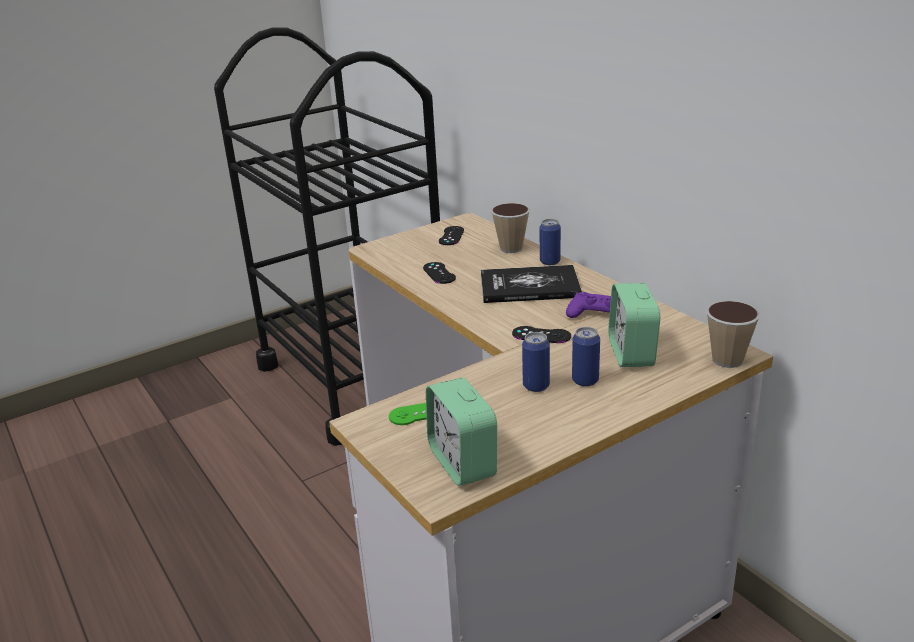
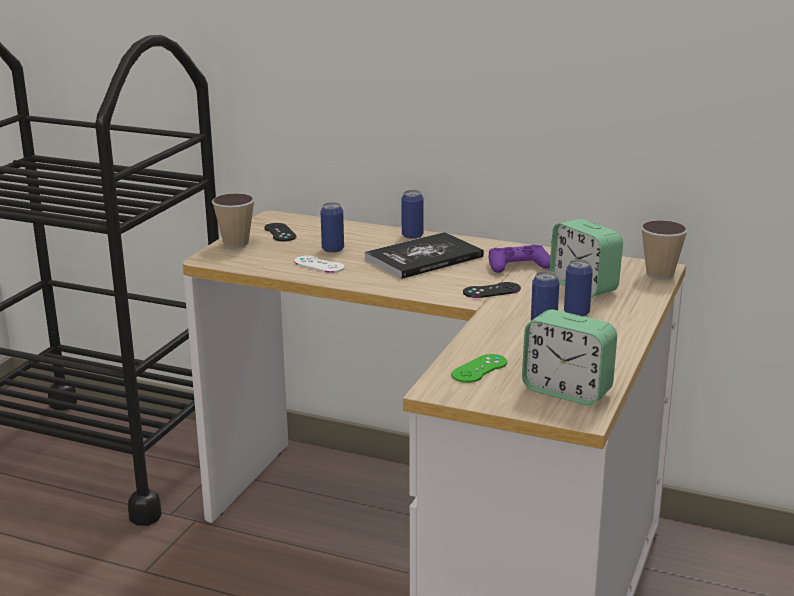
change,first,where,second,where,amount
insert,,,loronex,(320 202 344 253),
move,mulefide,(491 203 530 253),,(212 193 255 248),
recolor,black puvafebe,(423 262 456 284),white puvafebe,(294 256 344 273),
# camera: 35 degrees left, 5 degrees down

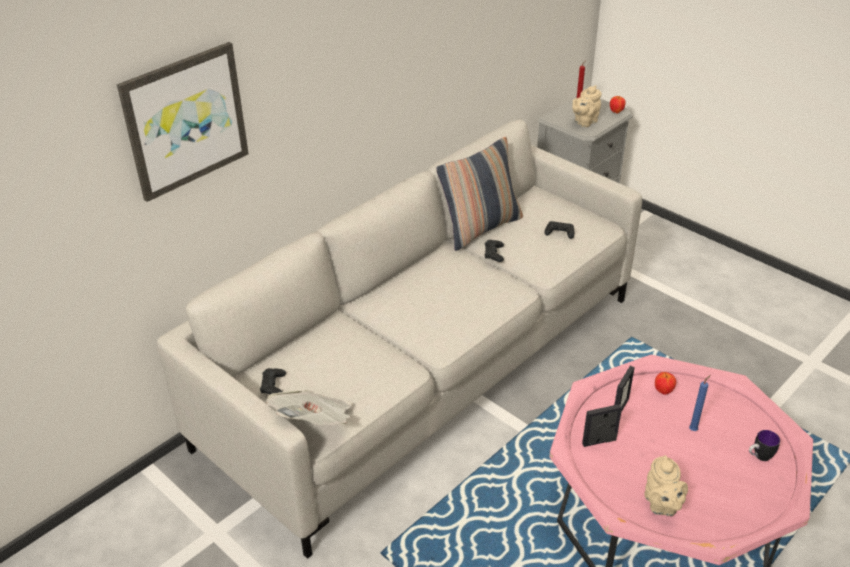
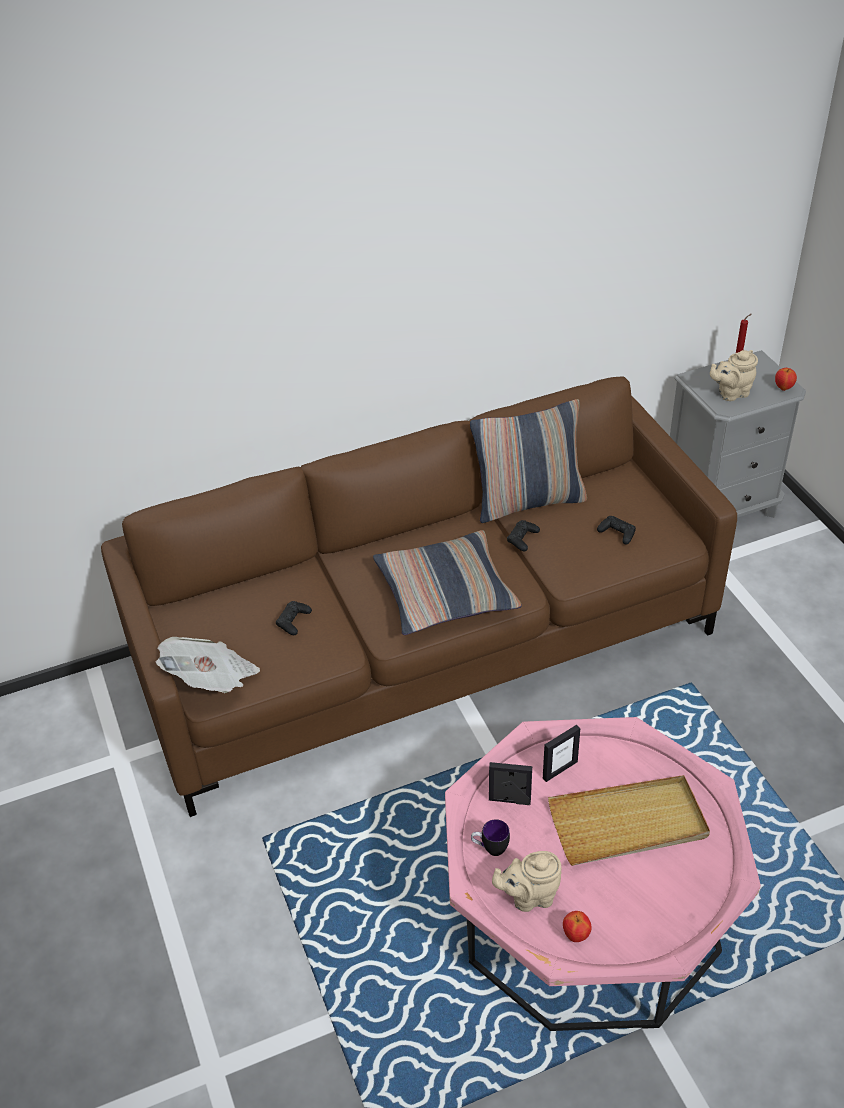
change,first,where,second,where,amount
delete,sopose,(117 42 249 202),,,
insert,,,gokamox,(373 530 522 635),
move,black puvafebe,(260 368 286 394),,(276 601 312 635),
move,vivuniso,(655 372 676 395),,(563 911 592 942),
move,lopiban,(749 430 780 461),,(471 819 510 856),
replace,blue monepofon,(689 375 711 431),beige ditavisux,(548 775 710 866),
recolor,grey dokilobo,(157 119 642 559),brown dokilobo,(101 377 737 817),
rotate,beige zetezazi,(644 455 688 516),,(492 851 562 912),60 degrees clockwise
# camera: 25 degrees right, 5 degrees up

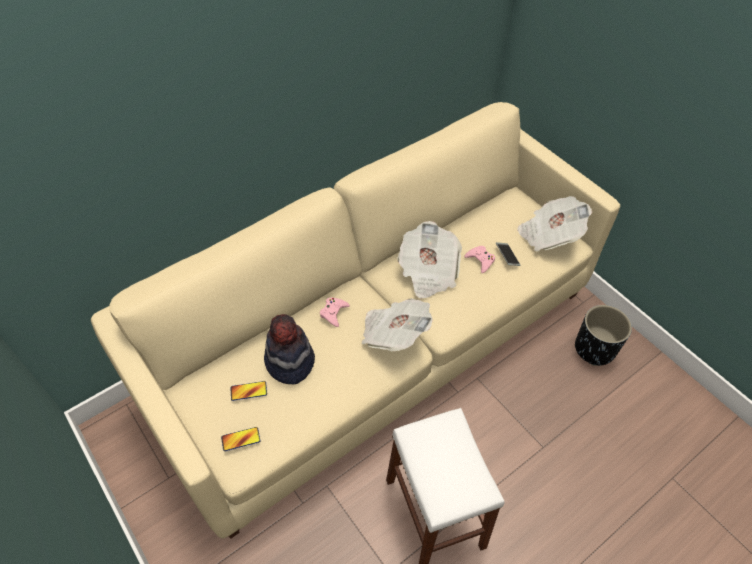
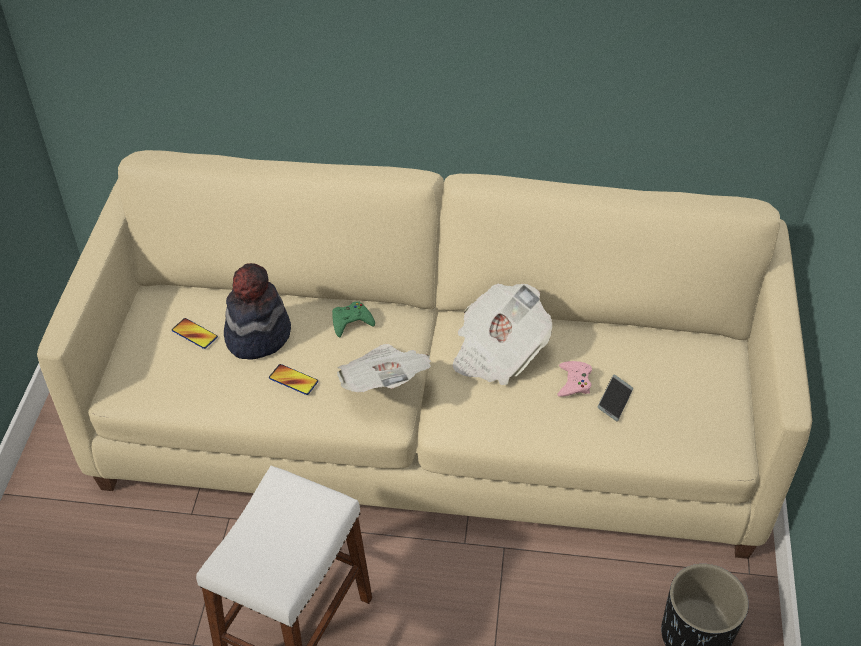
change,first,where,second,where,amount
delete,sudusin,(517 196 592 252),,,
move,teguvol,(221 427 260 451),,(269 364 318 395),
recolor,pink puvafebe,(320 298 350 327),green puvafebe,(332 301 375 337),
# camera: 45 degrees right, 5 degrees down

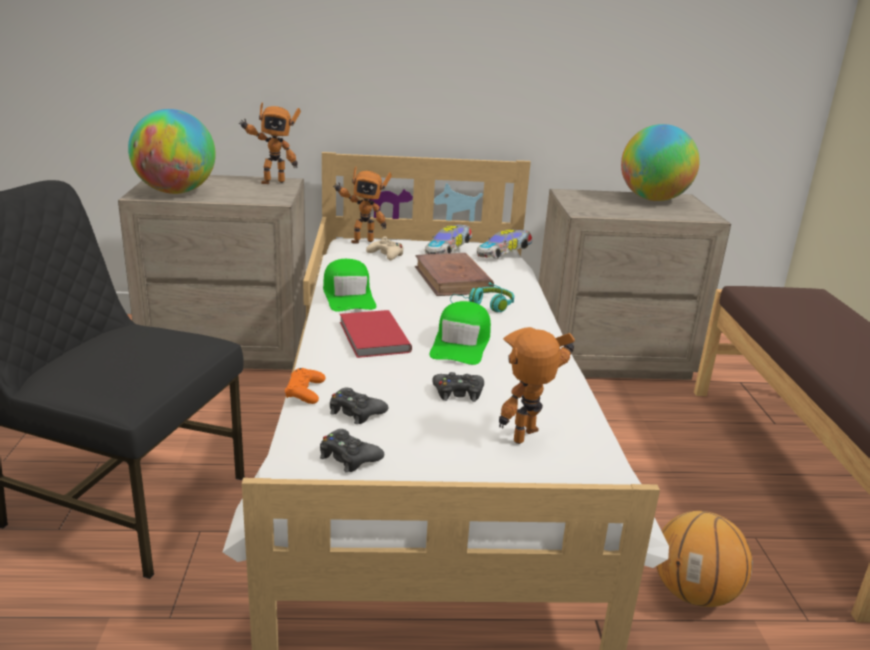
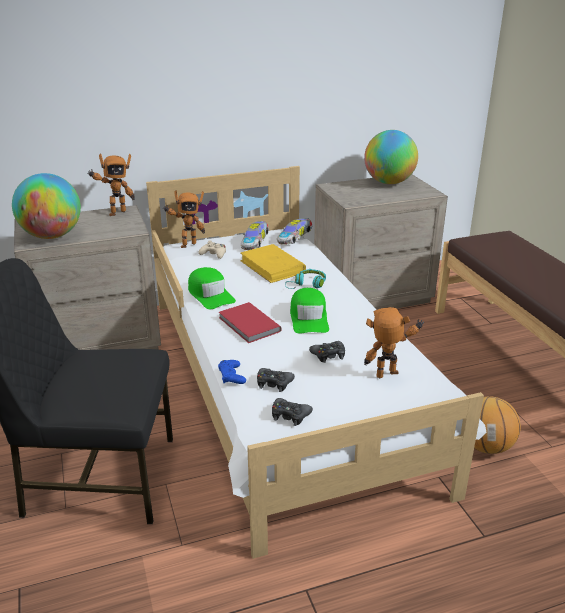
change,first,where,second,where,amount
recolor,orange puvafebe,(285 368 325 404),blue puvafebe,(218 360 246 384),
recolor,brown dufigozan,(415 253 494 296),yellow dufigozan,(240 244 306 283),
rotate,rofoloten,(499 327 575 444),,(364 307 424 378),45 degrees clockwise
# camera: 15 degrees left, 5 degrees up

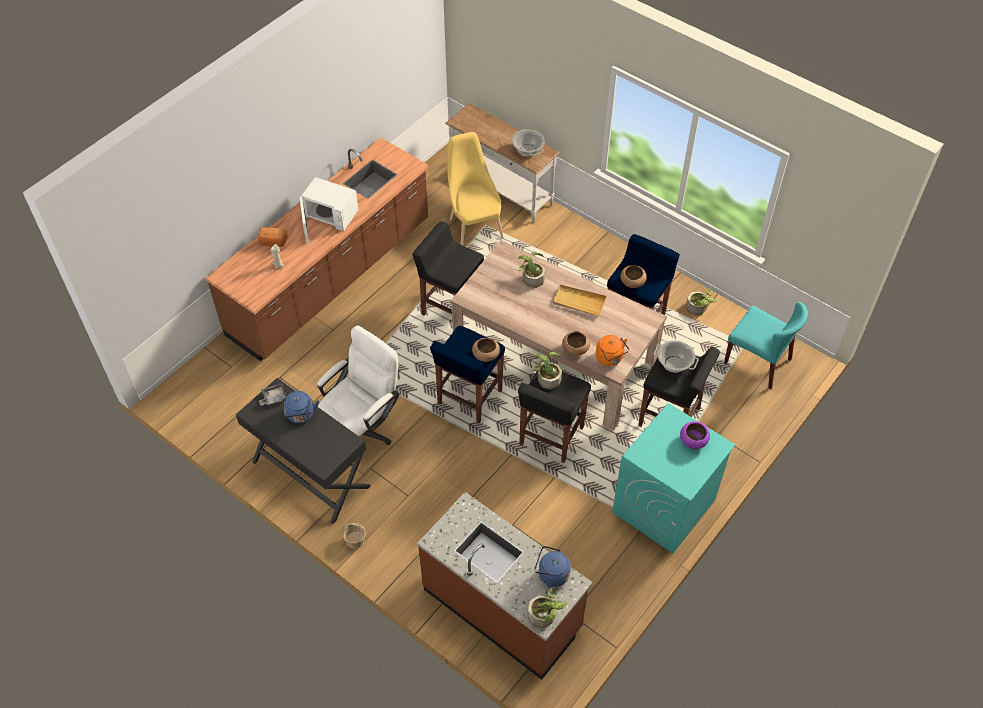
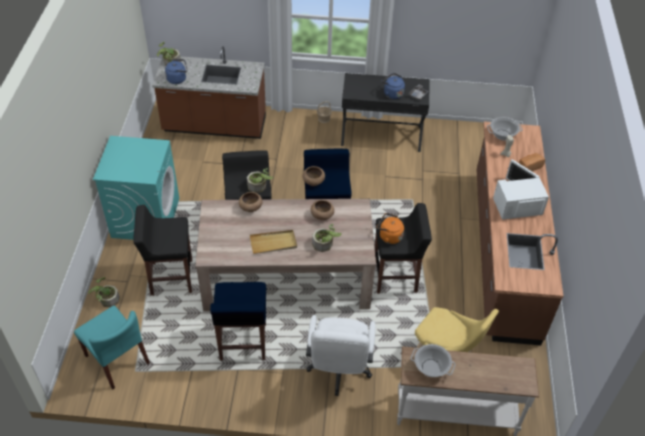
change,first,where,second,where,amount
delete,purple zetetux,(680 421 710 449),,,
move,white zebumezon,(318 326 399 445),,(306 315 376 396),
move,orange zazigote,(596 335 629 366),,(377 213 404 244),
move,brown zetetux,(620 265 647 288),,(311 200 334 220),
move,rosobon,(654 341 699 372),,(487 117 523 141),
move,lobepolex,(686 289 718 315),,(88 277 120 307),
rotate,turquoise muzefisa,(724 302 808 389),,(74 306 150 389),135 degrees counterclockwise
# camera: 145 degrees right, 5 degrees down

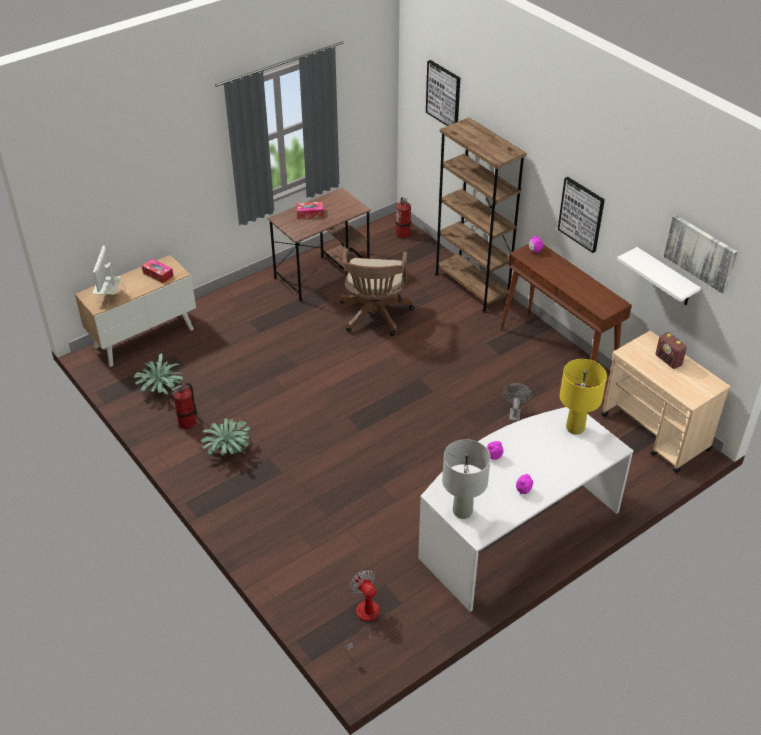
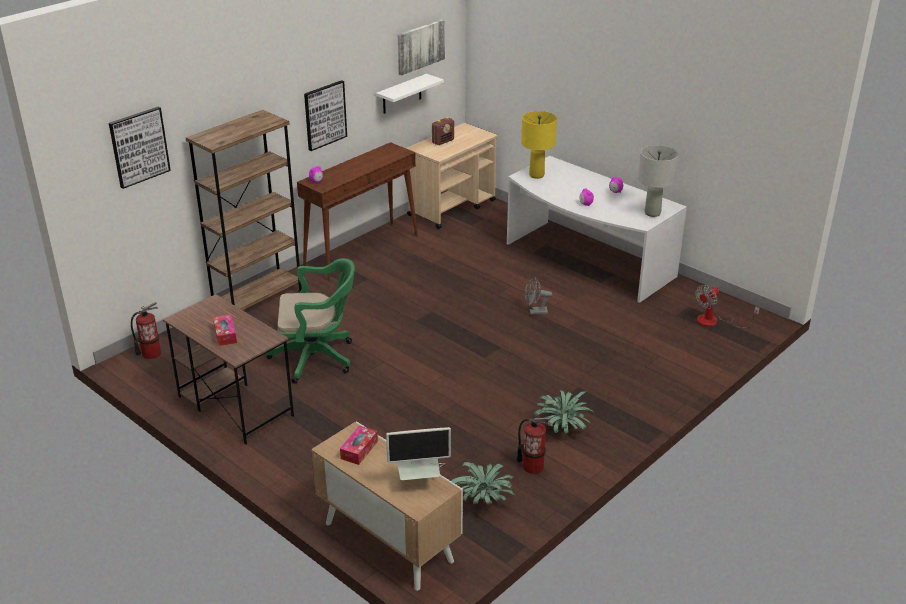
change,first,where,second,where,amount
move,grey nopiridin,(502 383 533 422),,(525 277 553 315),
recolor,brown zebumezon,(339 249 414 336),green zebumezon,(266 258 355 384),
# camera: 100 degrees left, 10 degrees down

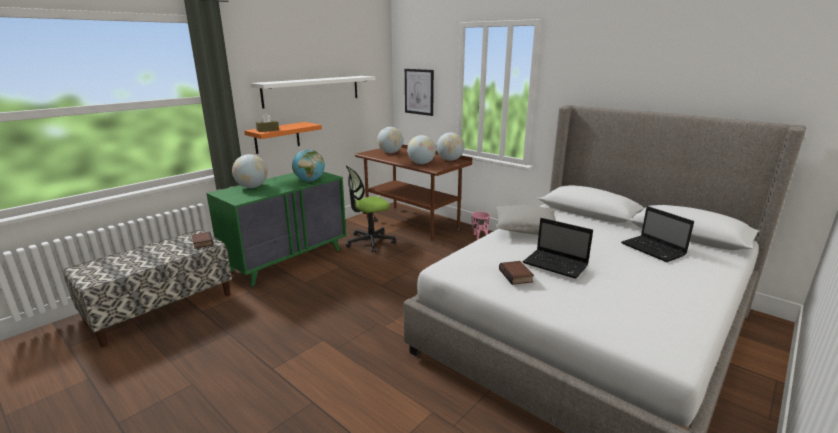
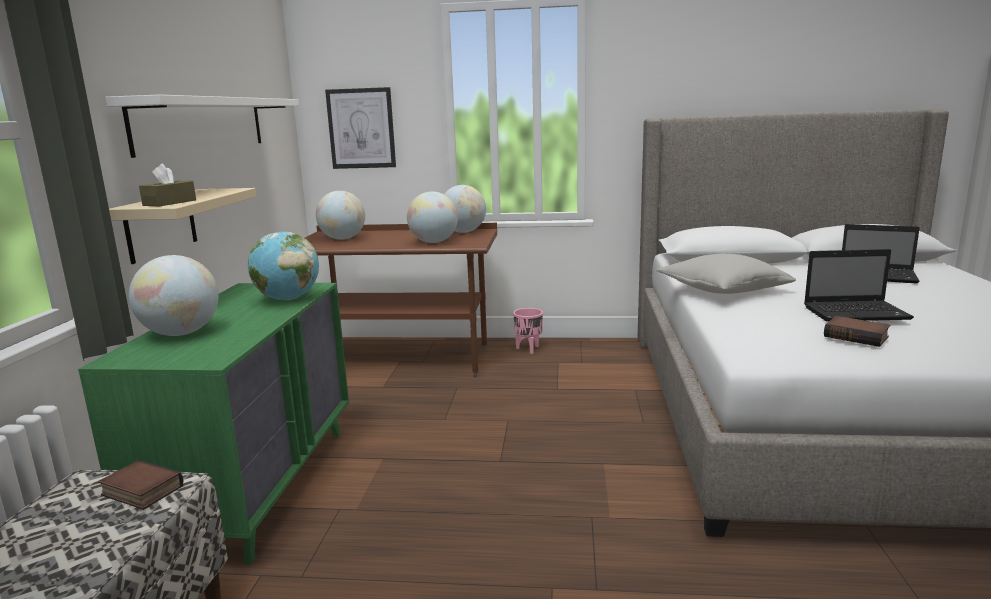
change,first,where,second,where,amount
delete,zebumezon,(346 165 396 253),,,
recolor,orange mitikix,(244 122 322 154),beige mitikix,(109 188 256 264),
# camera: 35 degrees left, 5 degrees down

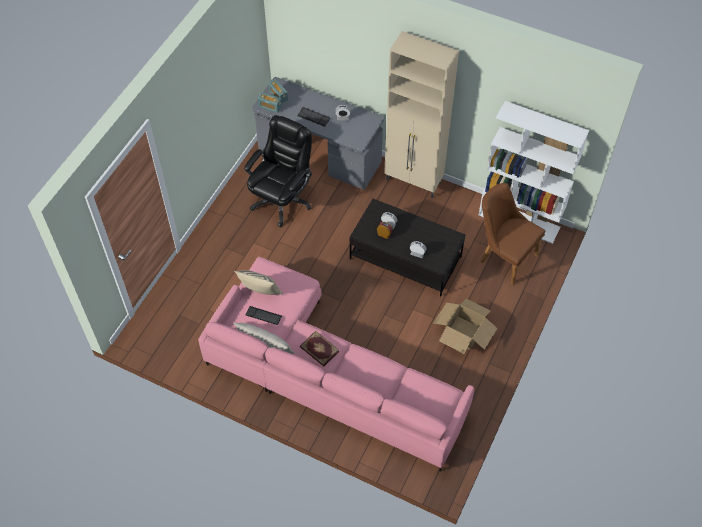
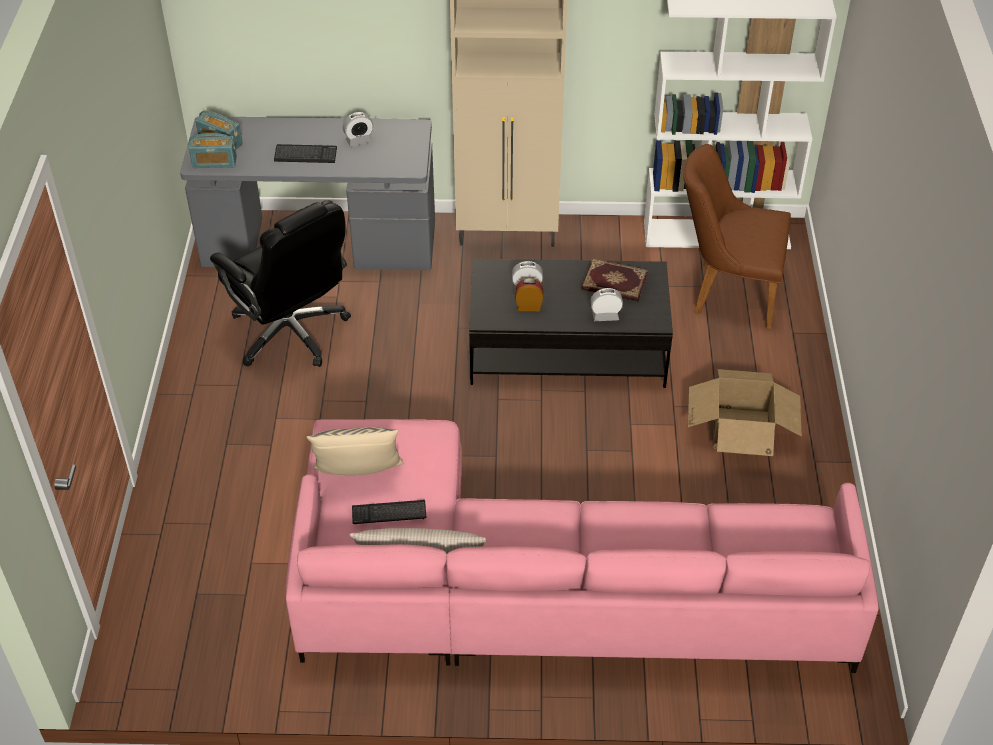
change,first,where,second,where,amount
move,dufigozan,(300 331 339 366),,(582 258 648 301),
rotate,black zebumezon,(244 115 312 227),,(210 200 351 367),135 degrees clockwise
# camera: 25 degrees left, 10 degrees down

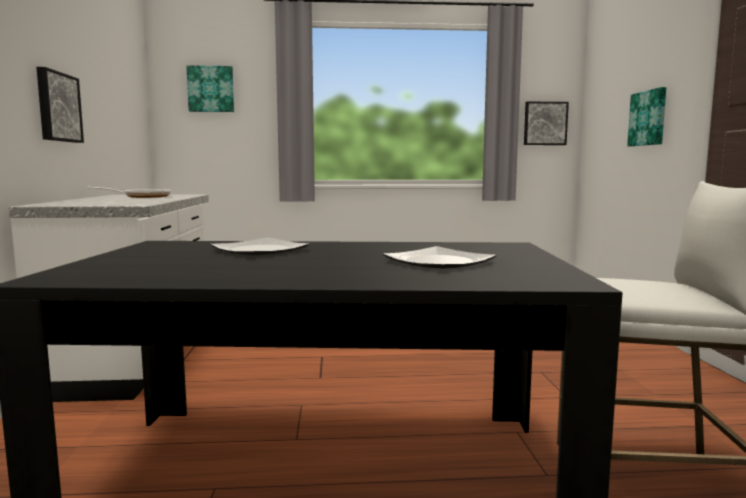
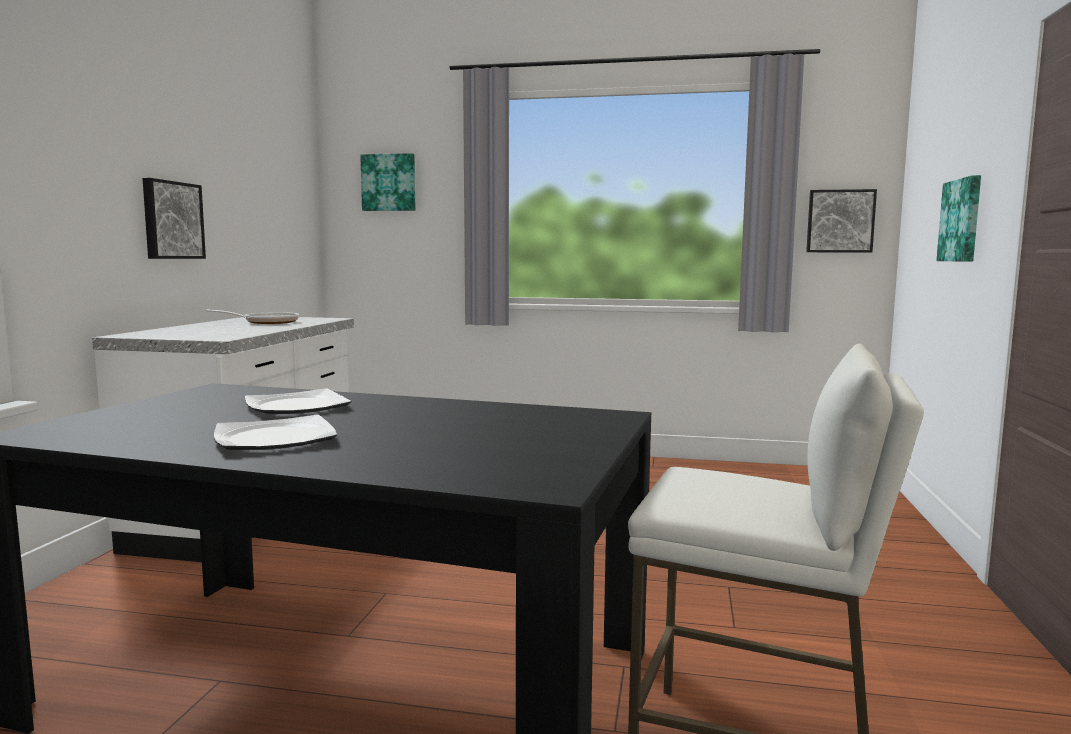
change,first,where,second,where,amount
move,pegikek,(383 246 496 269),,(214 415 337 450),
# camera: 15 degrees right, 0 degrees up

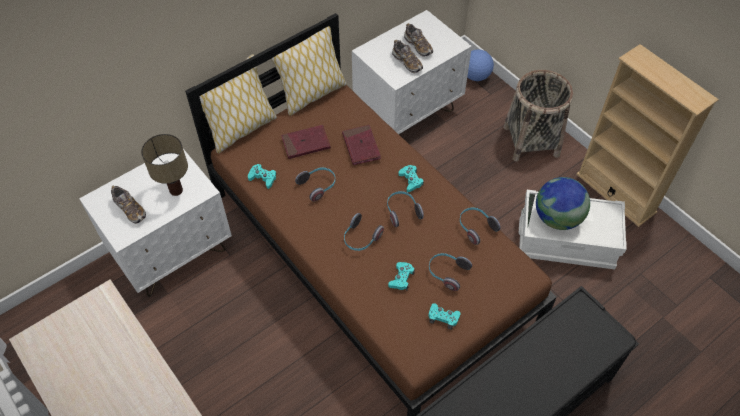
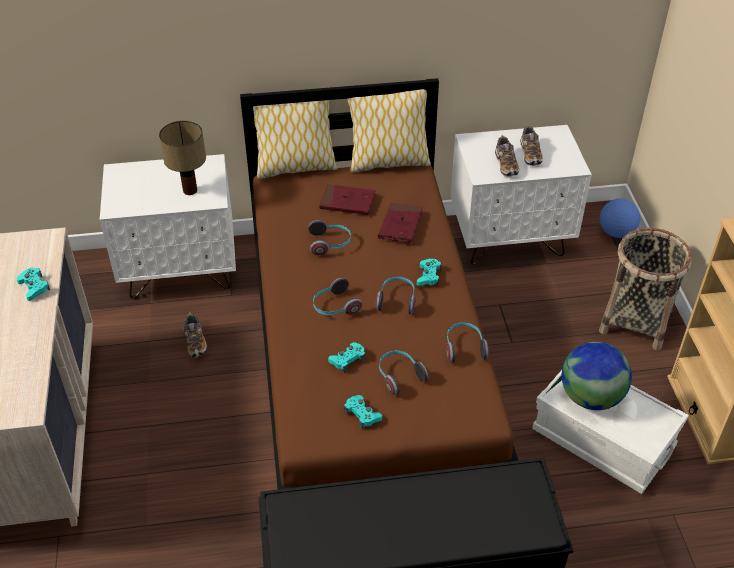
change,first,where,second,where,amount
move,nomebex,(111 186 146 224),,(183 312 207 358),
move,turquoise puvafebe,(248 164 276 189),,(17 268 50 301),
# camera: 30 degrees right, 10 degrees down

